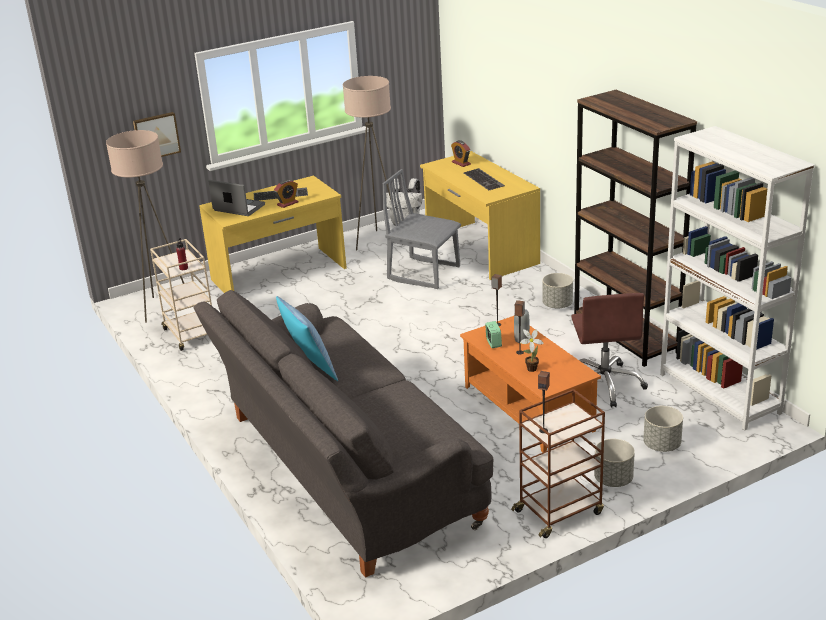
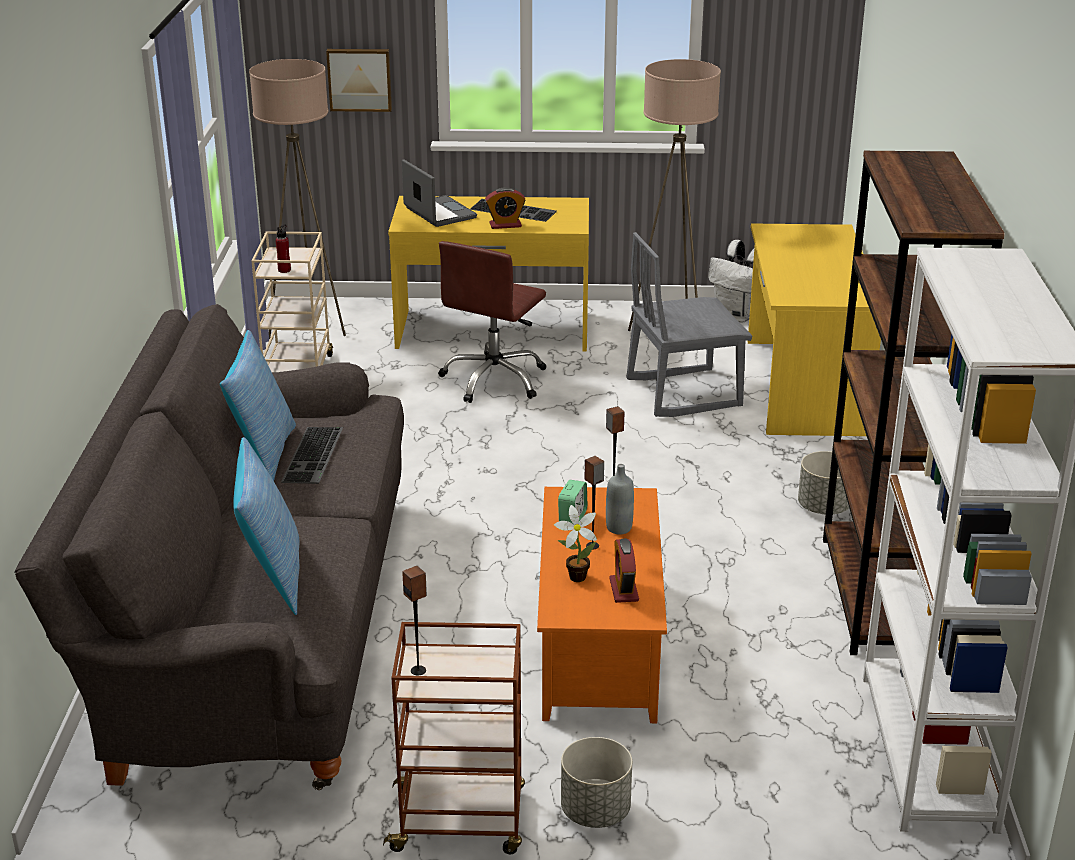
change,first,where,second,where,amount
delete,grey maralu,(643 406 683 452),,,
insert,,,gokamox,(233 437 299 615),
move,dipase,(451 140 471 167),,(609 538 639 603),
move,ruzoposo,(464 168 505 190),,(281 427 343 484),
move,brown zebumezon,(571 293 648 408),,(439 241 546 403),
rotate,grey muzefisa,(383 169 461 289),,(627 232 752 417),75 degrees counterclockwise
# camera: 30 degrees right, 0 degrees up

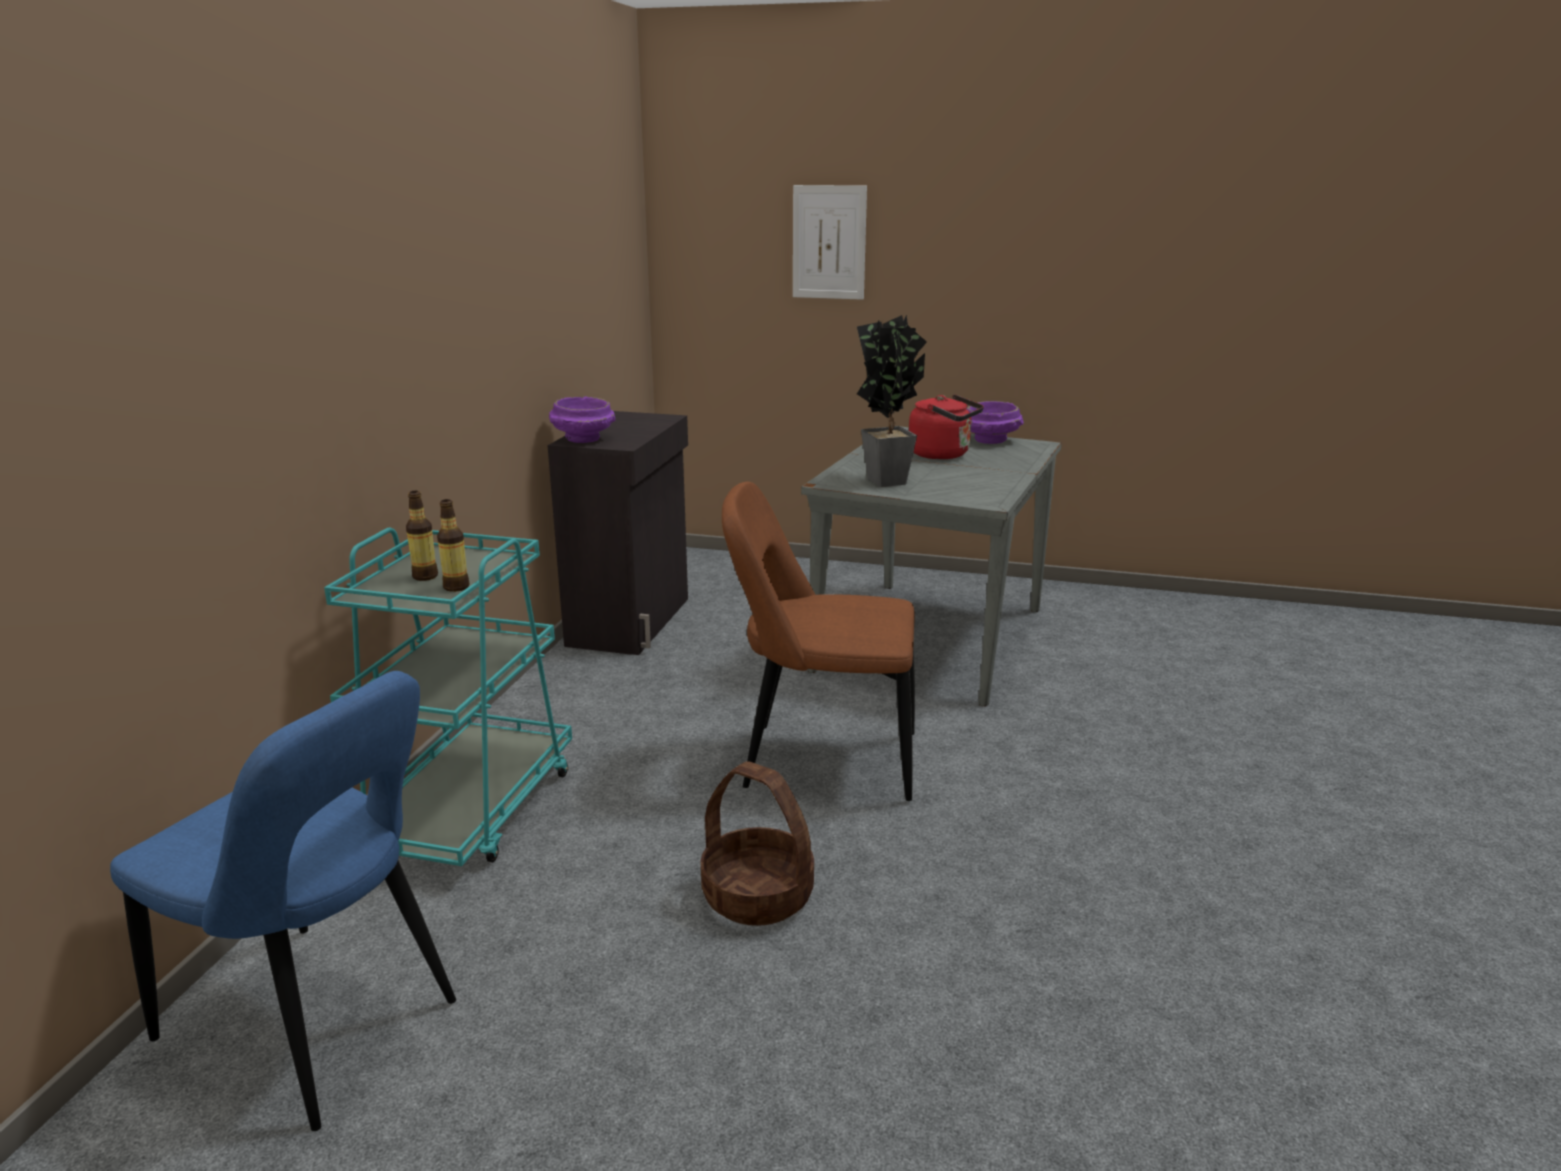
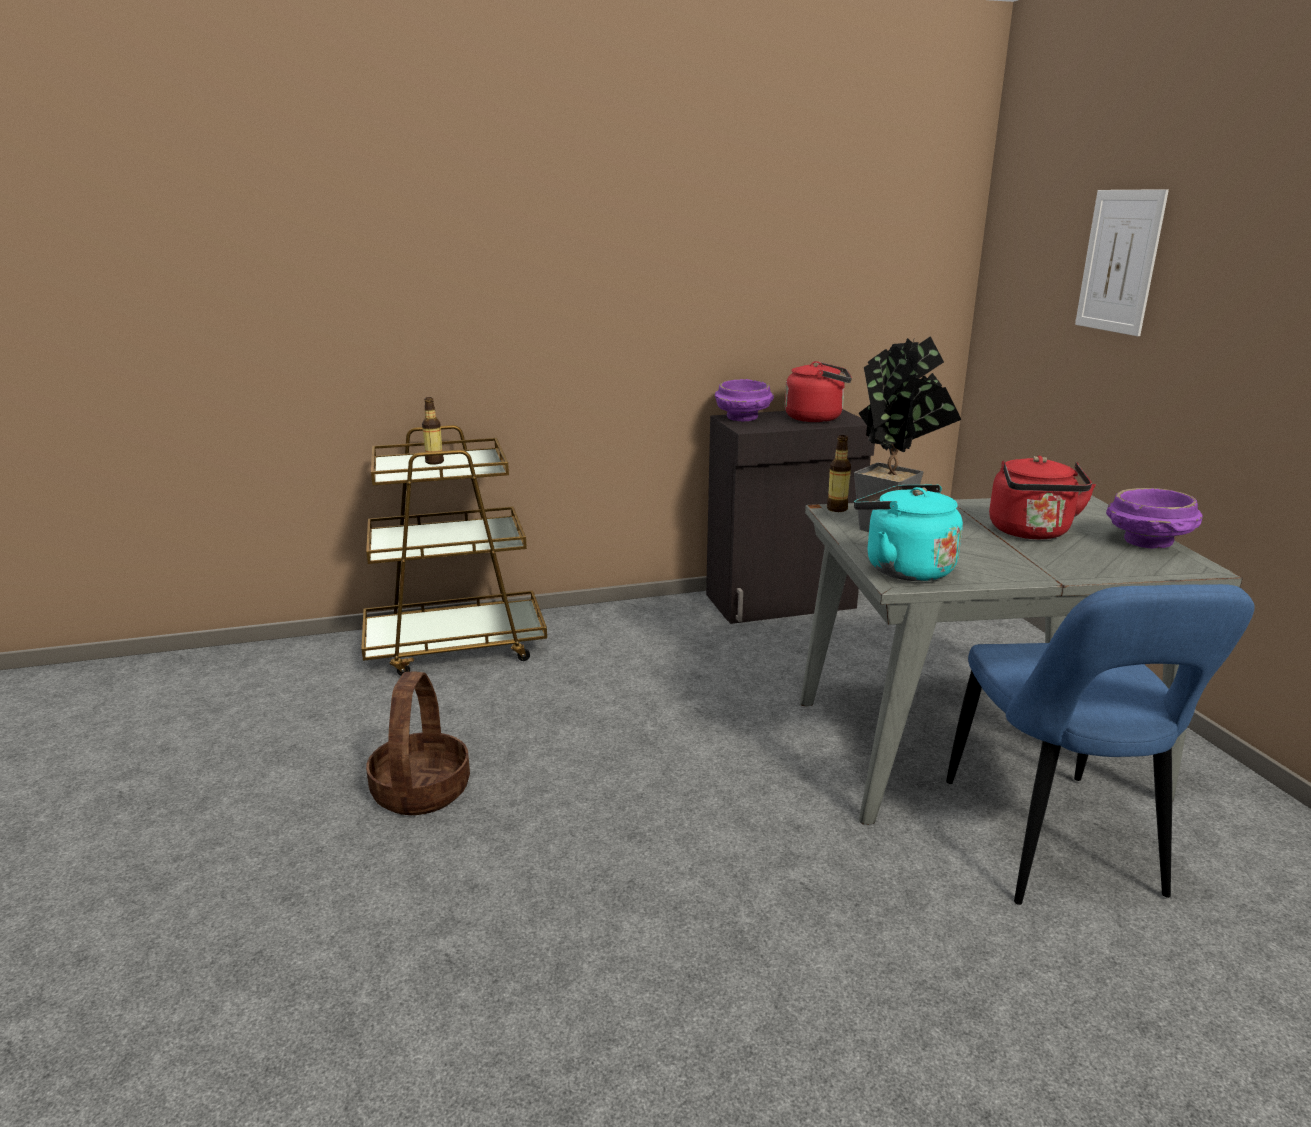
change,first,where,second,where,amount
delete,brown muzefisa,(722 482 915 801),,,
insert,,,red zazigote,(785 361 852 422),
insert,,,turquoise zazigote,(854 485 963 581),
move,blue muzefisa,(110 671 456 1131),,(946 584 1255 905),
move,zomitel,(437 499 469 592),,(827 435 851 512),
recolor,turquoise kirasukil,(324 528 572 866),brown kirasukil,(361 425 547 676),
# camera: 60 degrees right, 0 degrees up

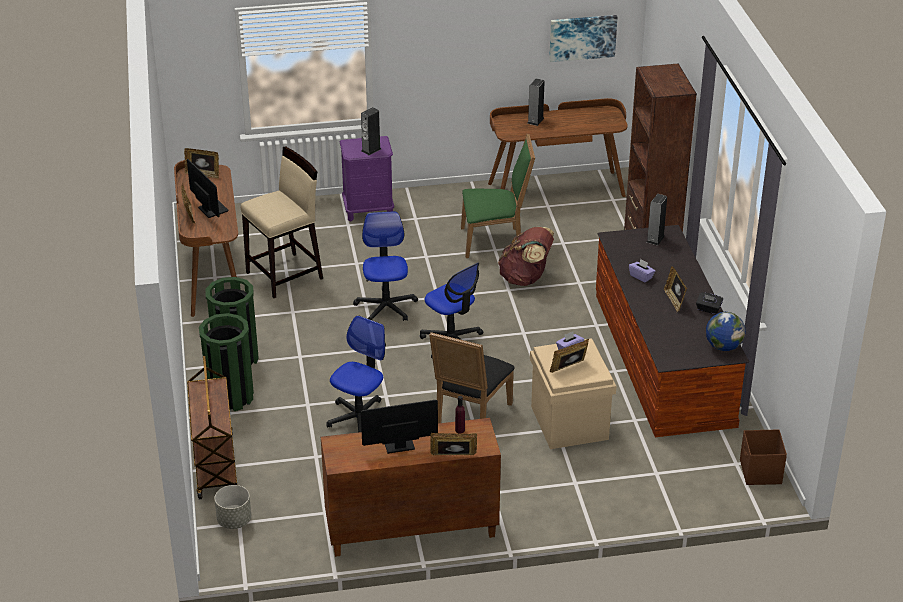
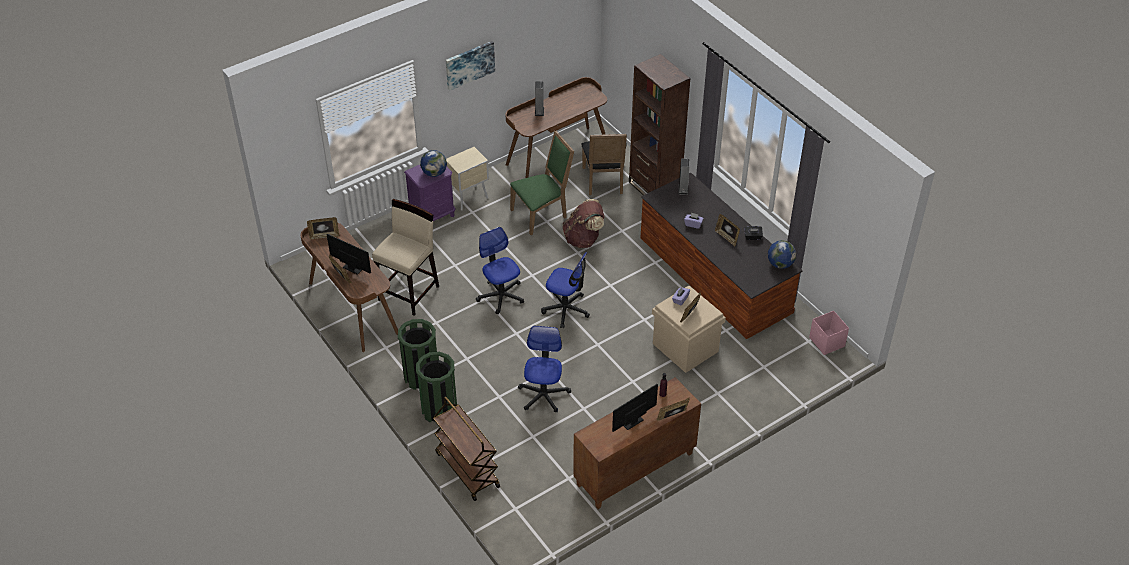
change,first,where,second,where,amount
delete,grey maralu,(214 485 251 529),,,
insert,,,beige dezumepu,(446 147 489 210),
move,black muzefisa,(429 332 514 423),,(581 134 627 195),
move,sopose,(549 15 617 62),,(446 41 495 91),
replace,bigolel,(361 107 381 155),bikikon,(420 150 447 177),
recolor,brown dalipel,(740 429 787 485),pink dalipel,(809 311 849 355),
# camera: 25 degrees left, 10 degrees up

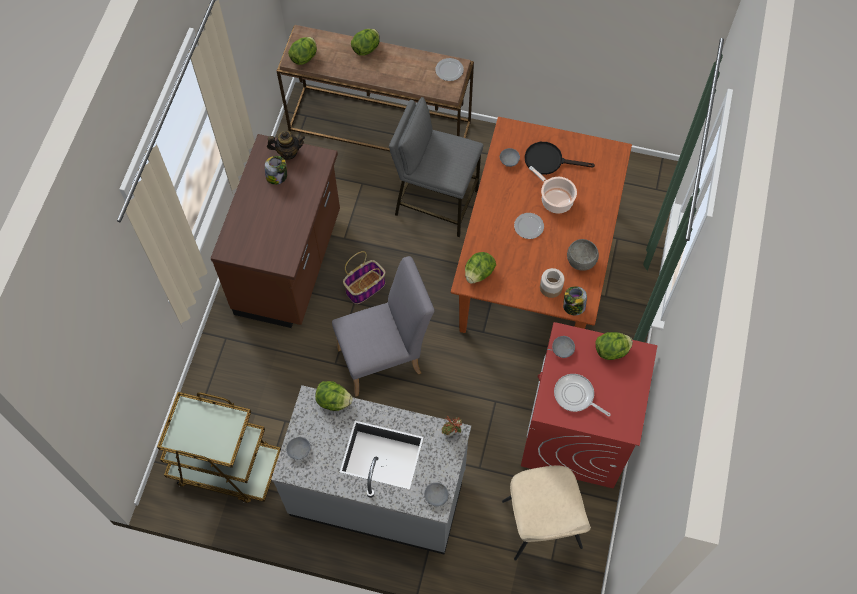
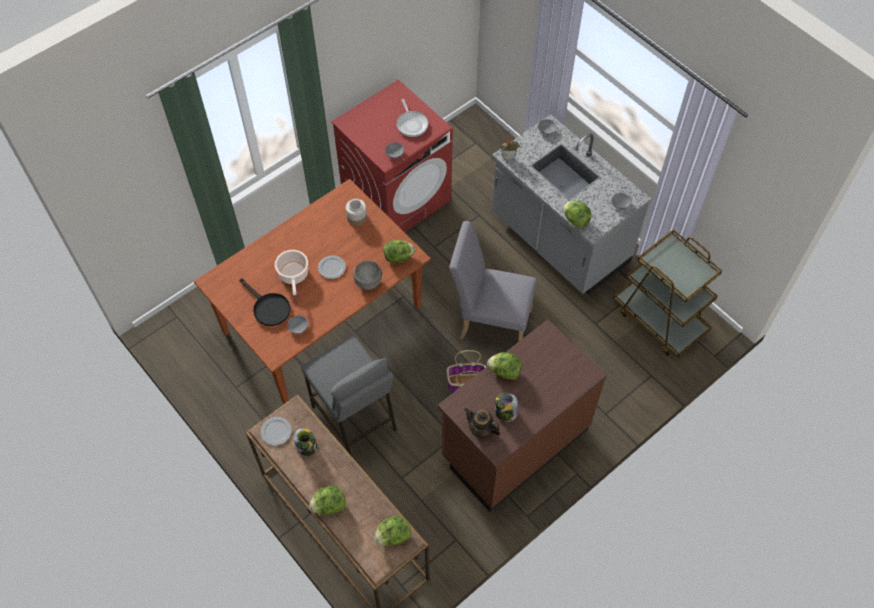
change,first,where,second,where,amount
delete,beige muzefisa,(502 465 591 561),,,
move,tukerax,(563 286 587 315),,(294 428 317 456),
move,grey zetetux,(567 239 599 271),,(353 261 382 290),
move,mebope,(595 332 633 360),,(487 352 521 380),
# camera: 145 degrees left, 5 degrees down

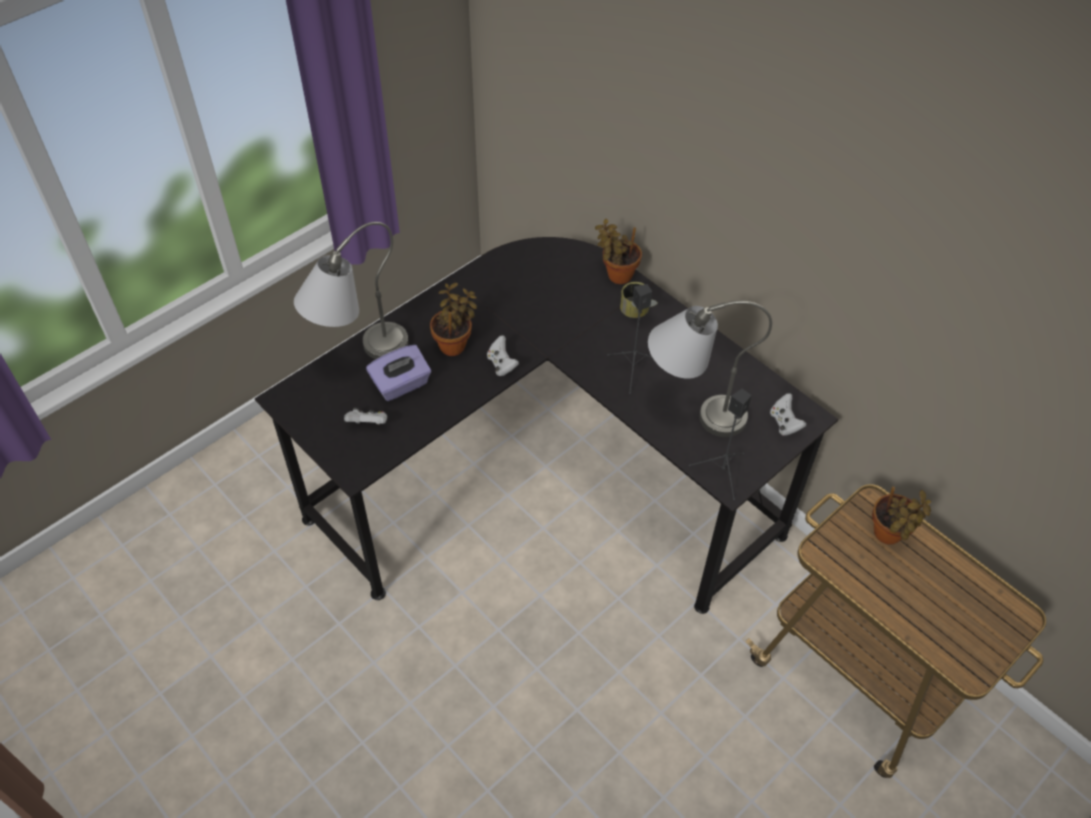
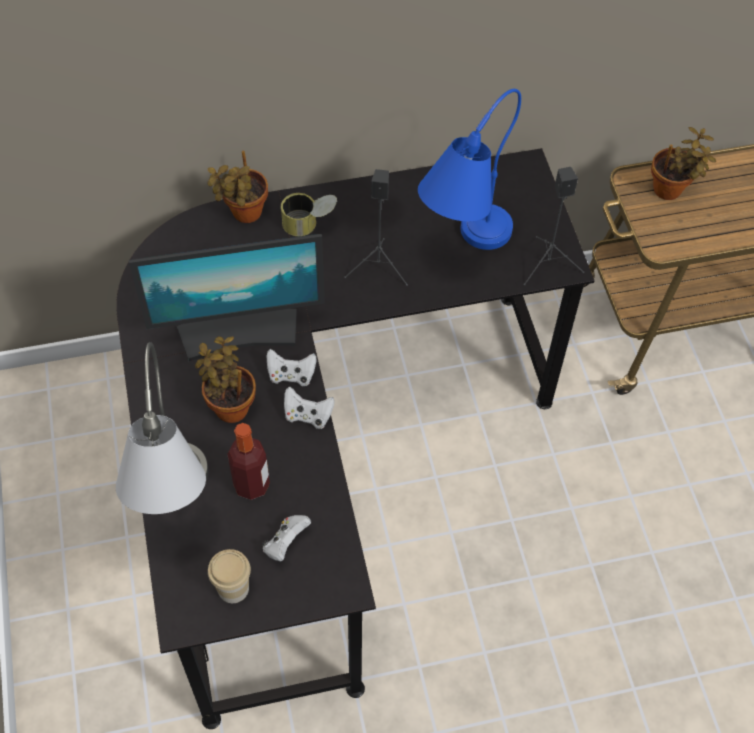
change,first,where,second,where,amount
insert,,,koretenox,(129 234 325 361),
insert,,,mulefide,(208 549 251 603),
move,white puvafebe,(770 393 807 436),,(284 386 335 429),
replace,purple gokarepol,(366 345 431 401),zomitel,(227 423 270 500),
recolor,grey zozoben,(648 301 772 437),blue zozoben,(418 89 521 250),
# camera: 60 degrees left, 5 degrees up

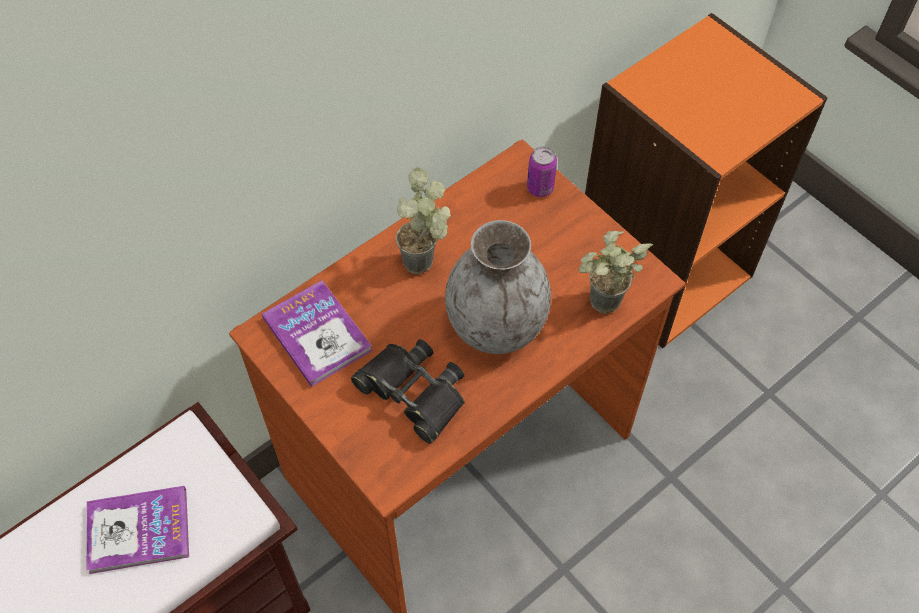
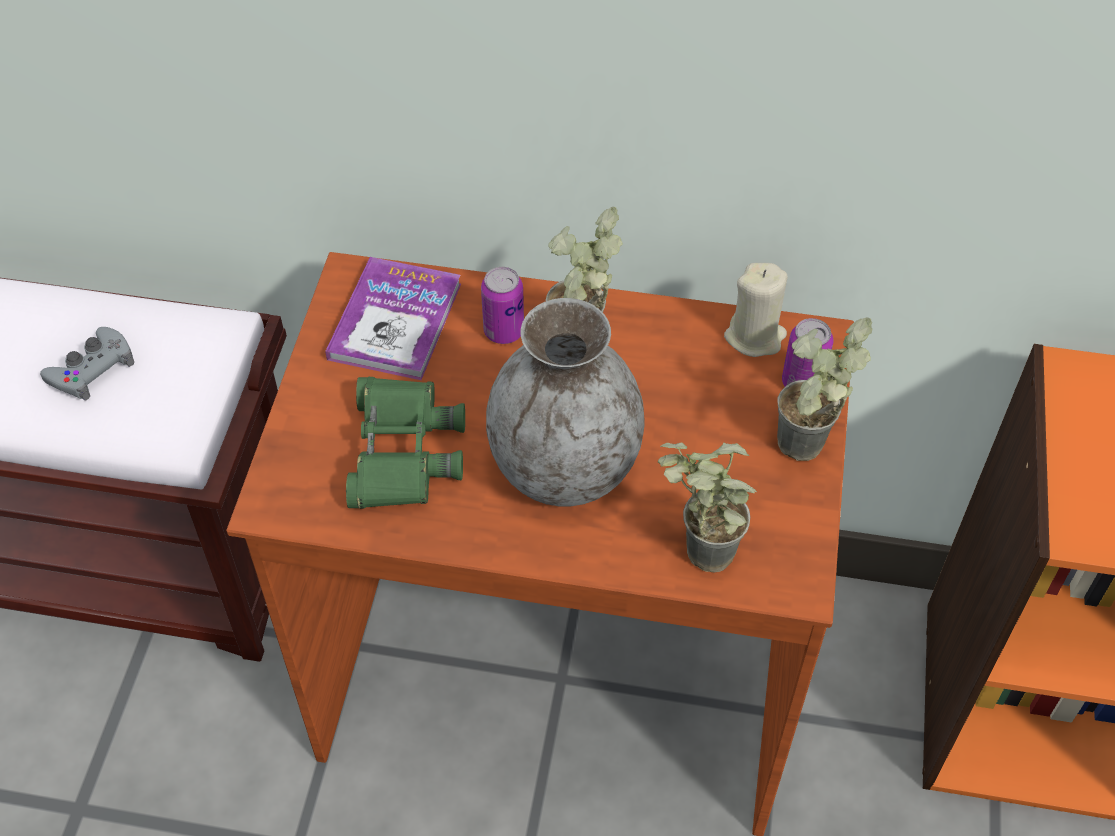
change,first,where,second,where,amount
insert,,,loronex,(481 267 524 344),
insert,,,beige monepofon,(724 263 788 357),
insert,,,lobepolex,(777 317 872 461),
replace,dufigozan,(86 486 189 574),grey puvafebe,(40 327 134 400),
recolor,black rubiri,(351 339 465 444),green rubiri,(346 377 465 509),
# camera: 50 degrees right, 5 degrees down

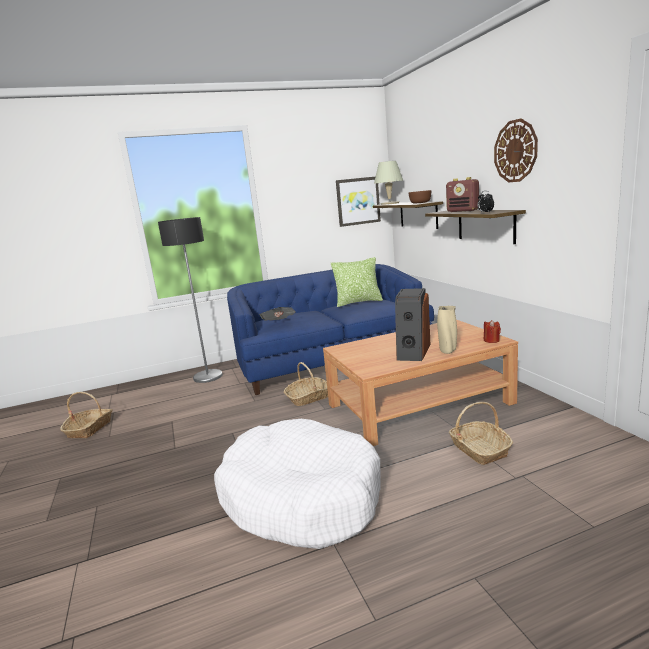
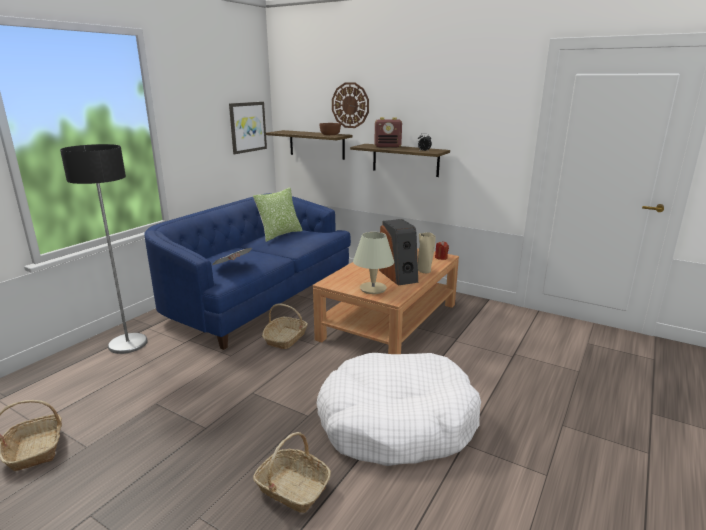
change,first,where,second,where,amount
move,beige zozoben,(374 161 403 205),,(353 232 394 294),
move,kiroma,(449 402 513 465),,(253 432 331 513),
move,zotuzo,(494 118 538 182),,(332 82 369 128),
# camera: 40 degrees left, 5 degrees up

